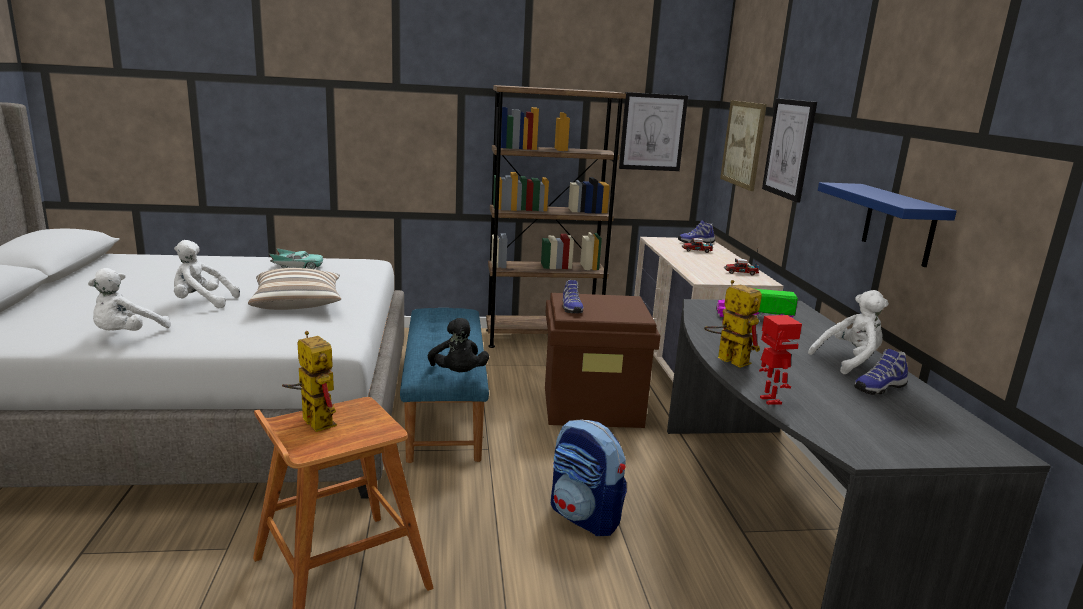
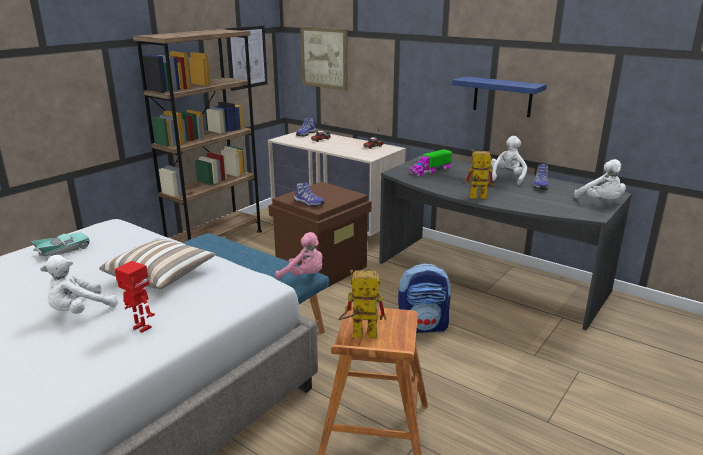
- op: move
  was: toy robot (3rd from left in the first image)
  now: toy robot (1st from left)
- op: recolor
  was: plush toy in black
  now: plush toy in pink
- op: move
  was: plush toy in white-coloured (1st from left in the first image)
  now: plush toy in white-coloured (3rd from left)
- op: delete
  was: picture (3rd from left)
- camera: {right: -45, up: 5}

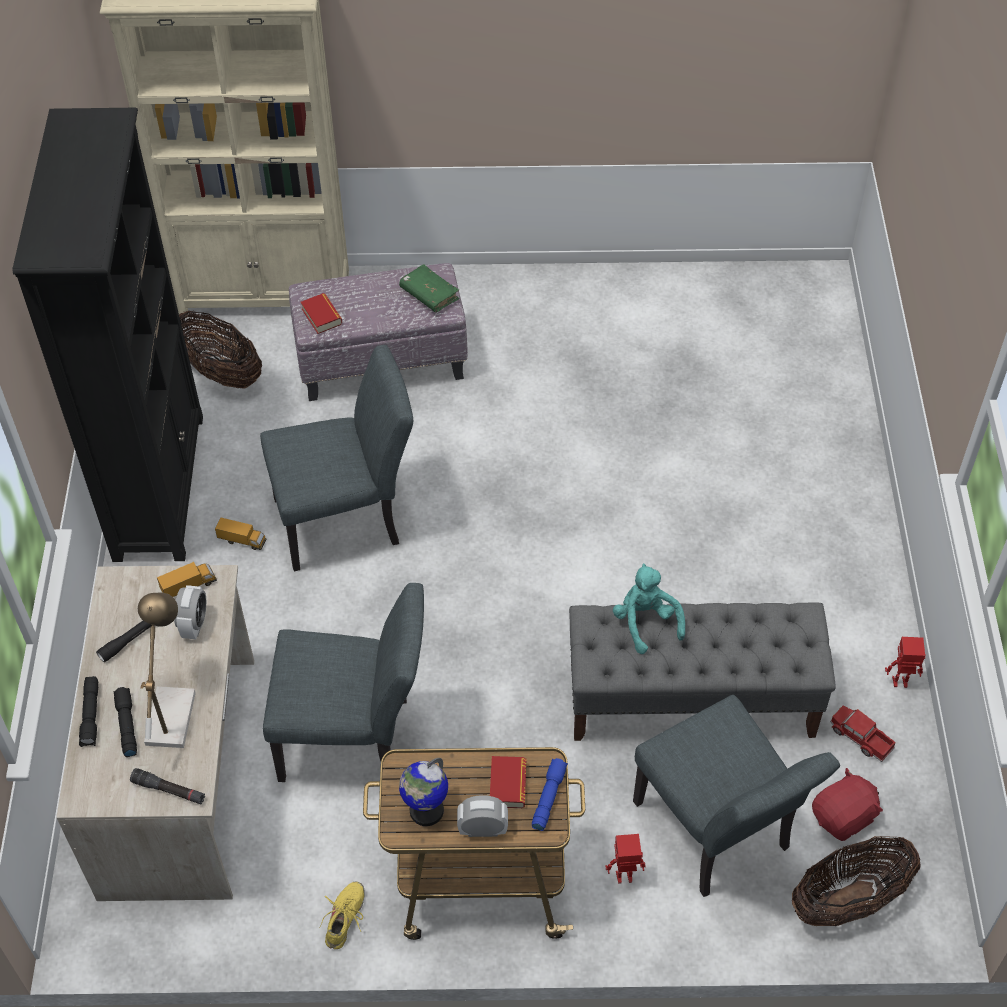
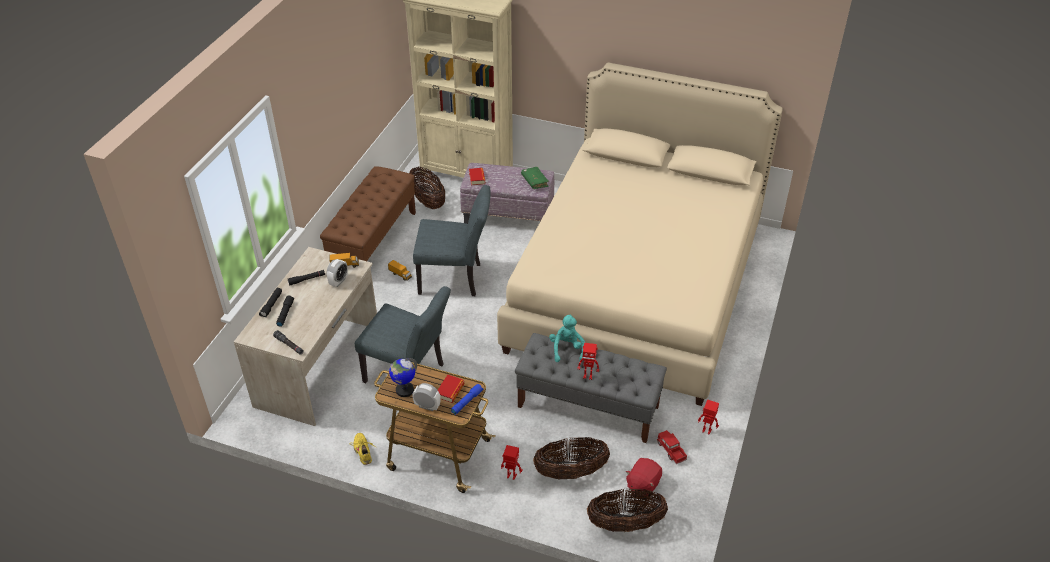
- op: replace
  was: bookshelf in black
  now: indoor bench in brownish
- op: rotate
  was: shoe in yellowish
  clockwise: -60
- op: insert
  now: bed in sand-coloured
- op: replace
  was: upright chair in greyish (3rd from left)
  now: basket (2nd from left)
- op: insert
  now: toy robot (2nd from left)
- op: rotate
  was: plush toy in red-coloured
  clockwise: 135
- op: delete
  was: lamp for a table
- camera: {right: 20, up: -10}

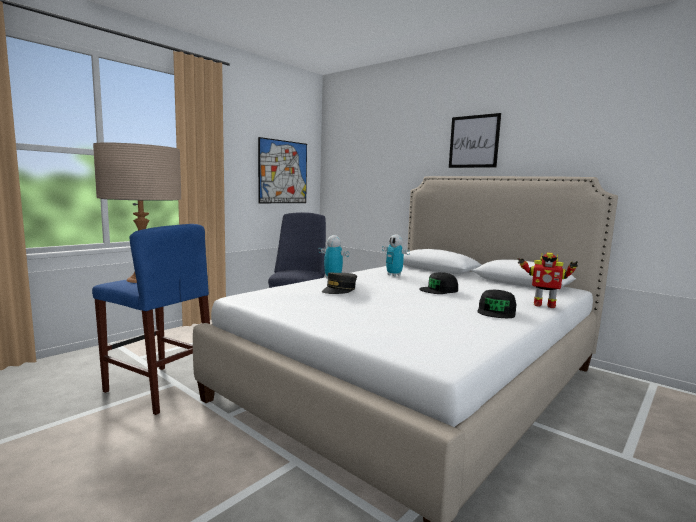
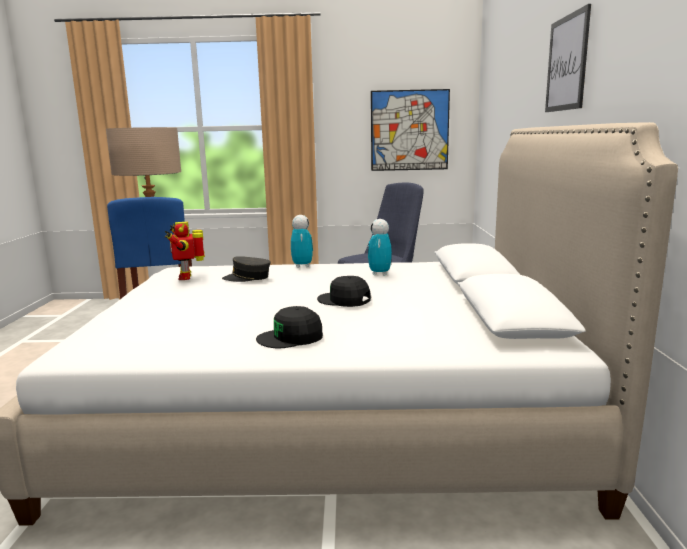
- op: move
  was: toy robot (3rd from left in the first image)
  now: toy robot (1st from left)
- camera: {right: 50, up: 5}

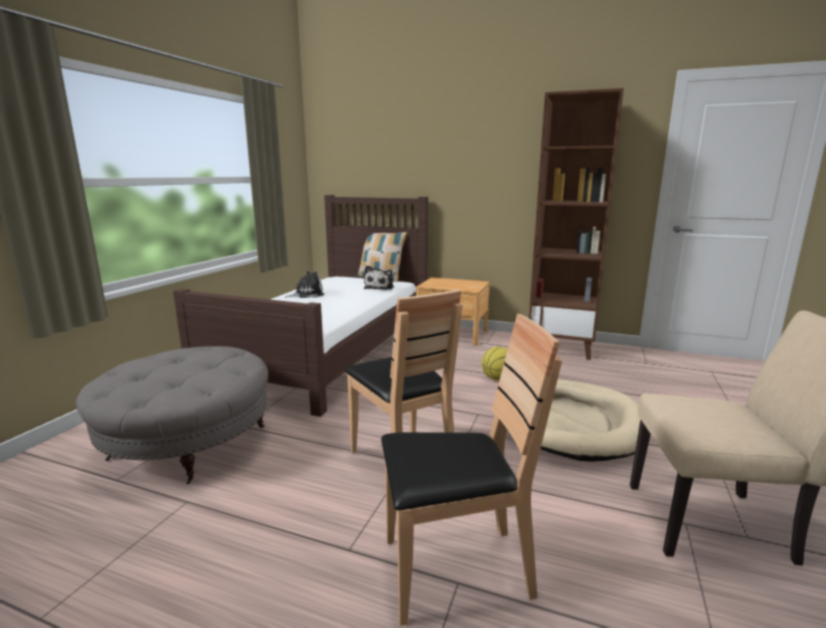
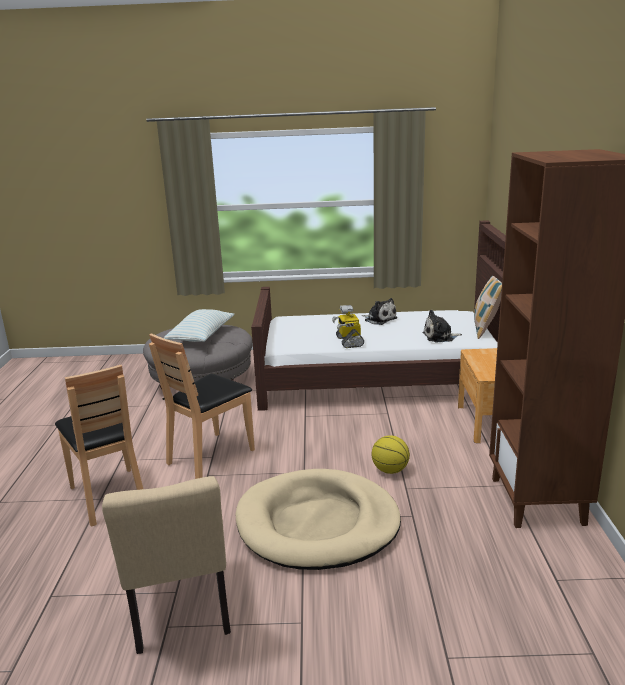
- op: insert
  now: throw pillow (1st from left)
- op: insert
  now: toy robot
- camera: {right: 70, up: 5}

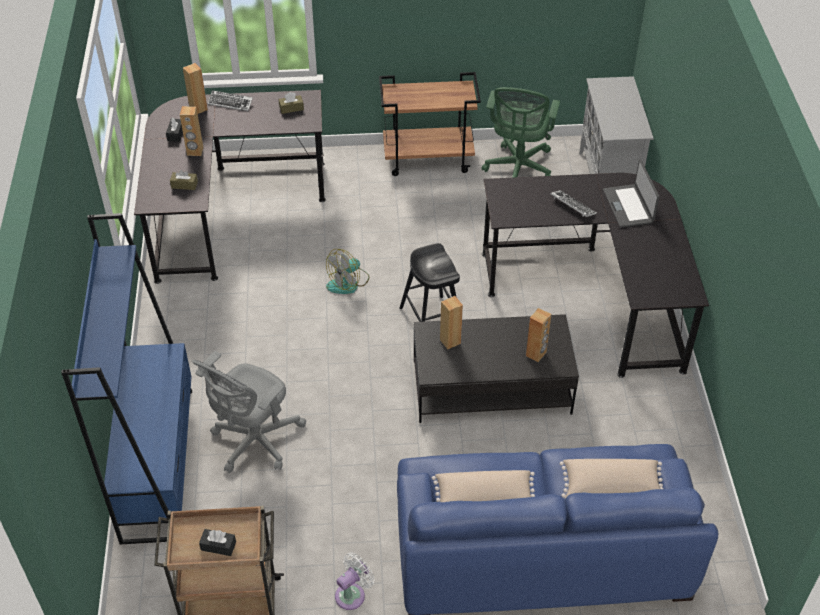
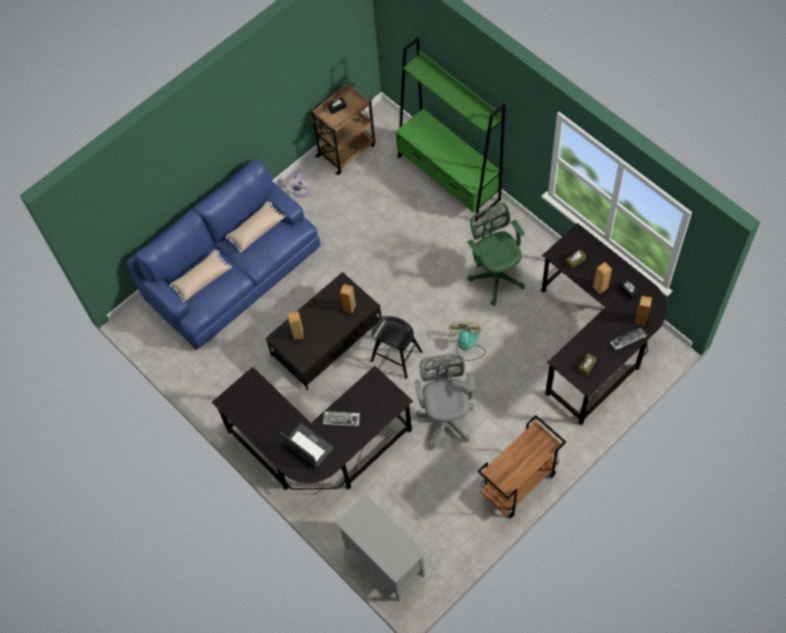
- op: recolor
  was: bookshelf in bluish
  now: bookshelf in green
- op: move
  was: computer chair in greyish
- op: move
  was: computer chair in green
- camera: {right: 145, up: 15}

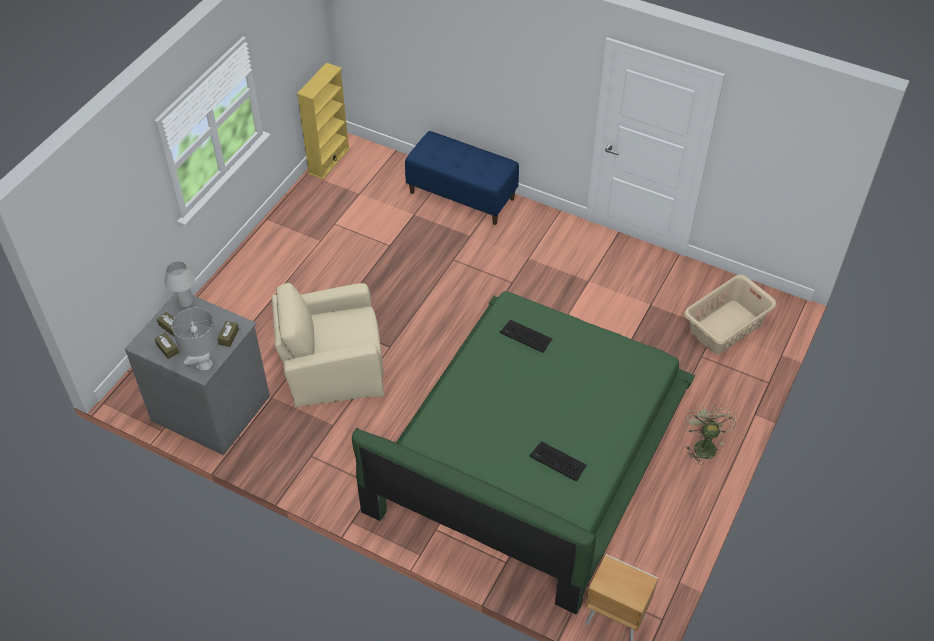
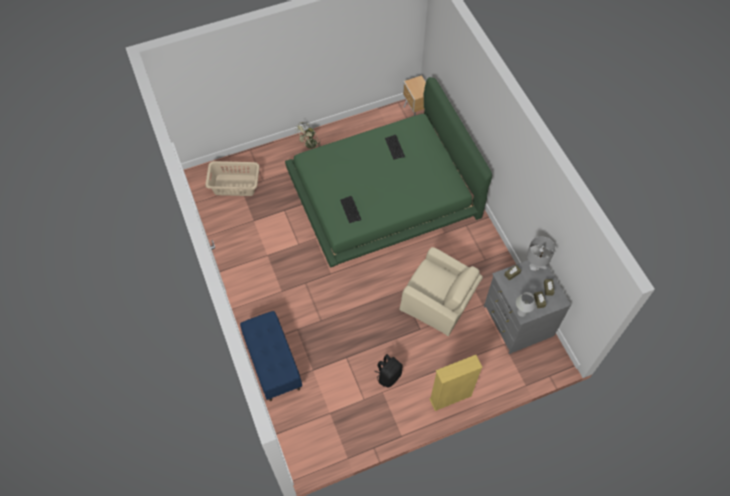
- op: insert
  now: rucksack in black
- op: move
  was: bookshelf in yellowish
- camera: {right: -140, up: 10}

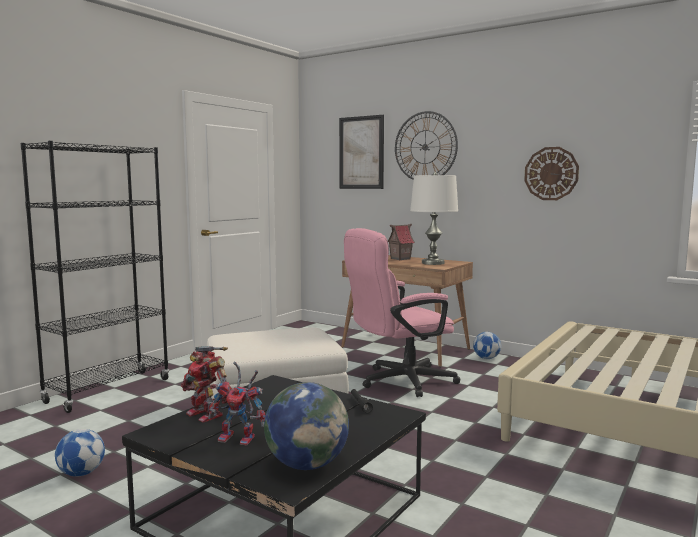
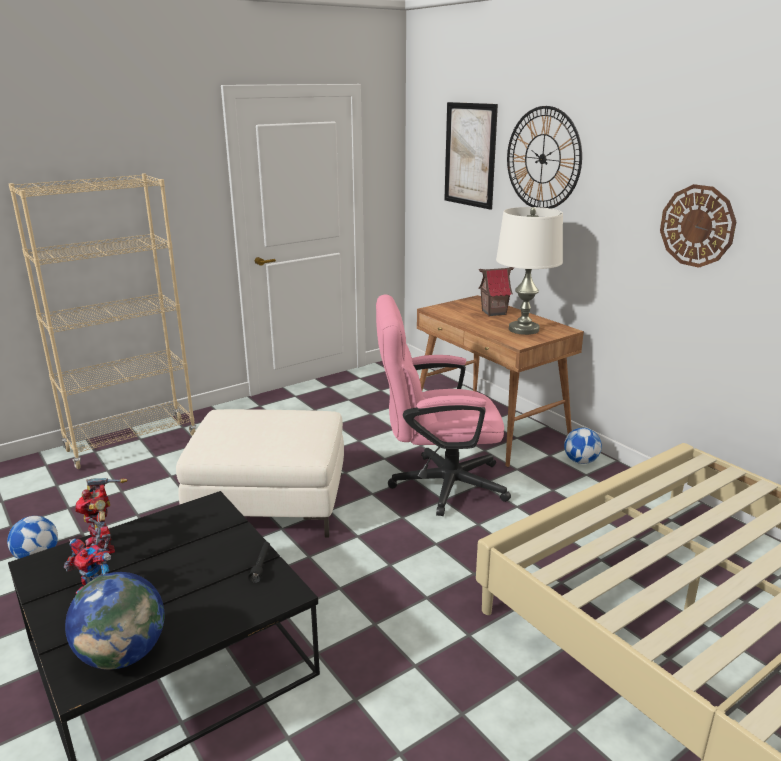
- op: recolor
  was: bookshelf in black
  now: bookshelf in sand-coloured
- camera: {right: 20, up: 15}

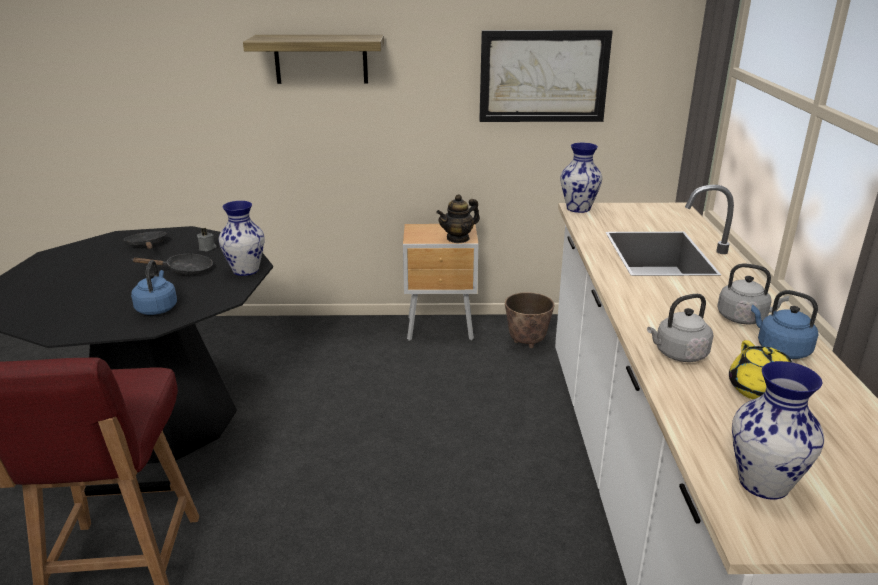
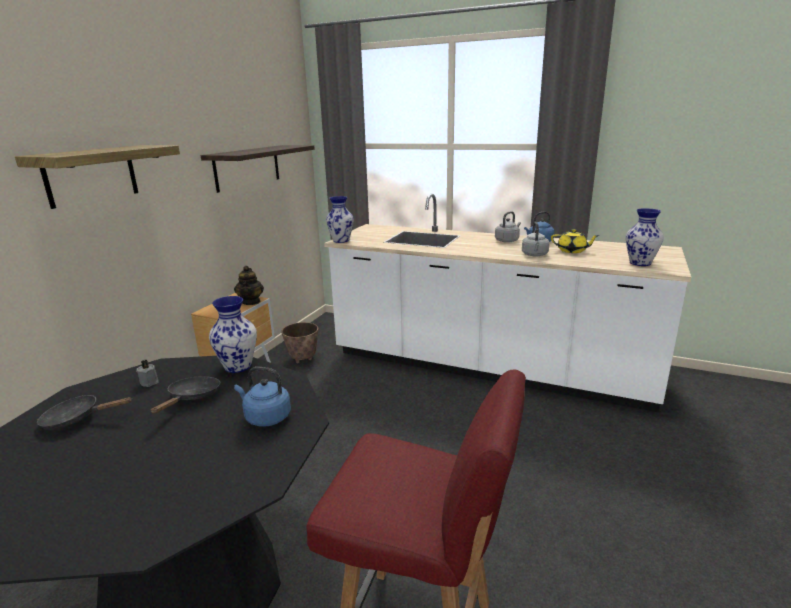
- op: replace
  was: picture
  now: bracket shelf (2nd from left)
- camera: {right: -65, up: -5}

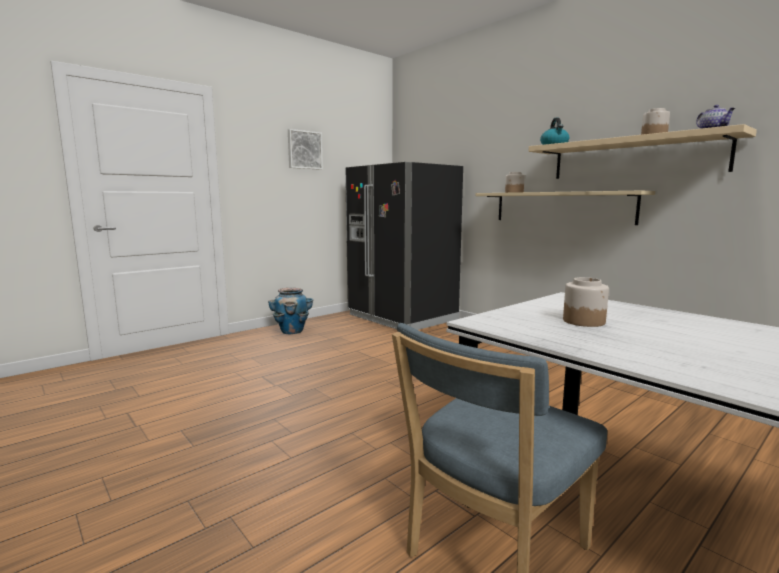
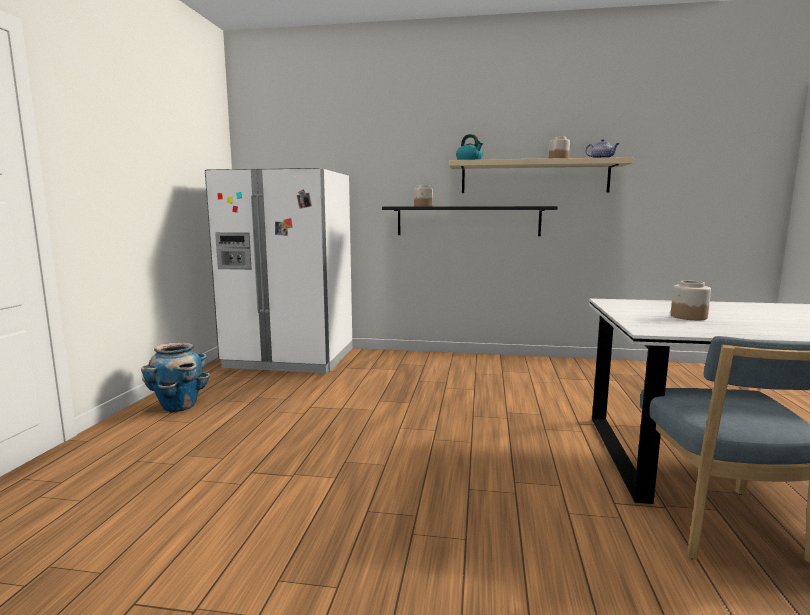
- op: recolor
  was: fridge in black
  now: fridge in white-coloured
- op: recolor
  was: bracket shelf in sand-coloured (1st from left)
  now: bracket shelf in black
- op: delete
  was: picture
- camera: {right: -40, up: 0}

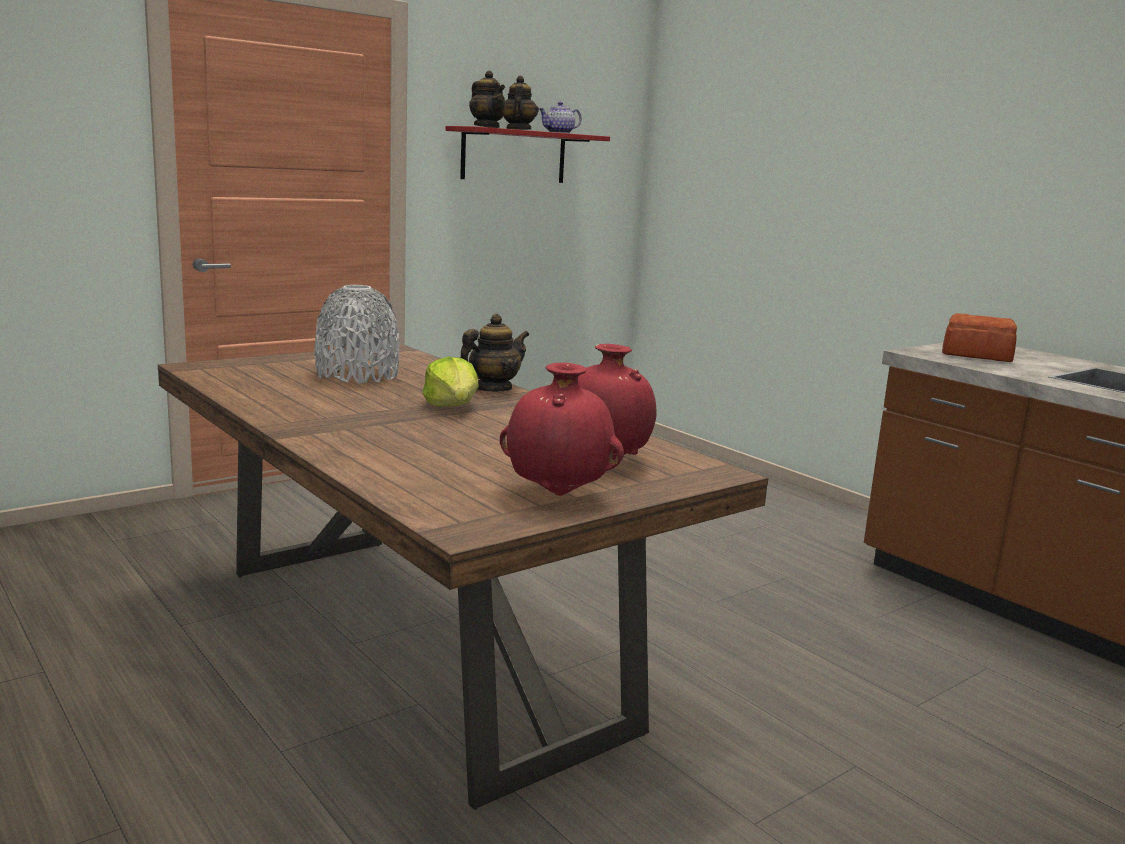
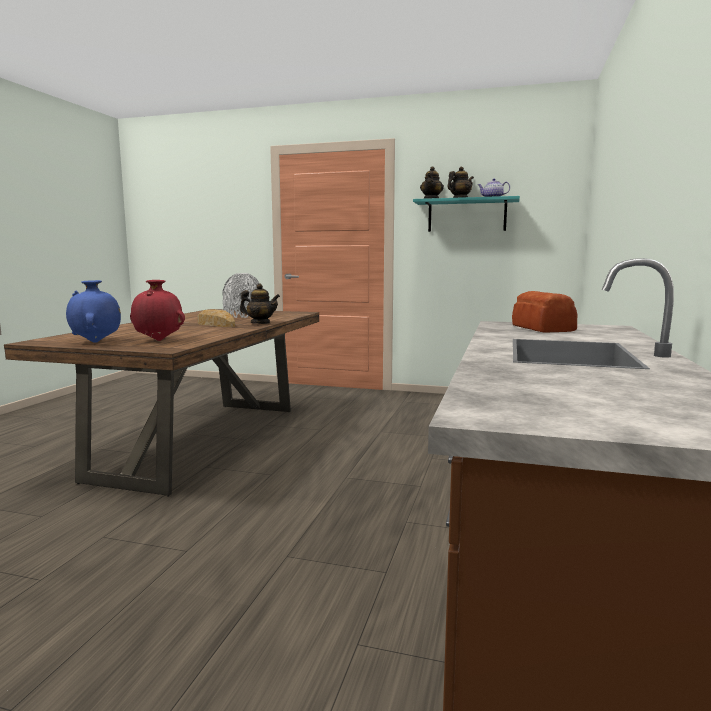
- op: recolor
  was: decorative vase in red-coloured (1st from left)
  now: decorative vase in bluish
- op: replace
  was: head of lettuce
  now: baked bread (1st from left)
- op: recolor
  was: bracket shelf in red-coloured
  now: bracket shelf in turquoise
- camera: {right: 55, up: -5}

